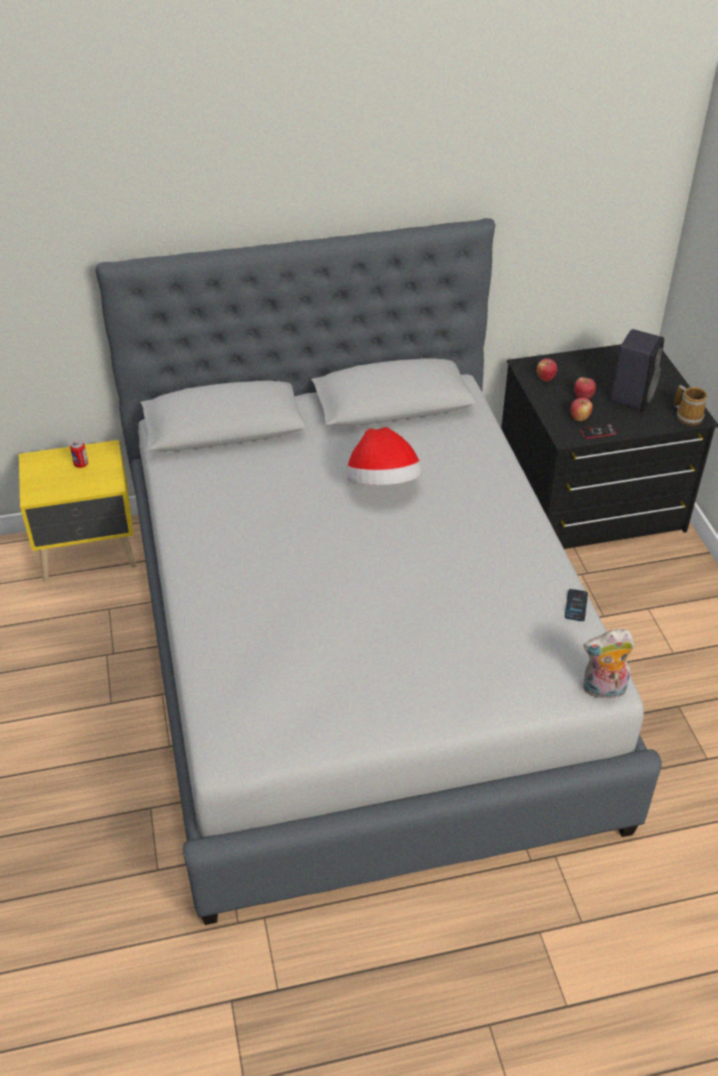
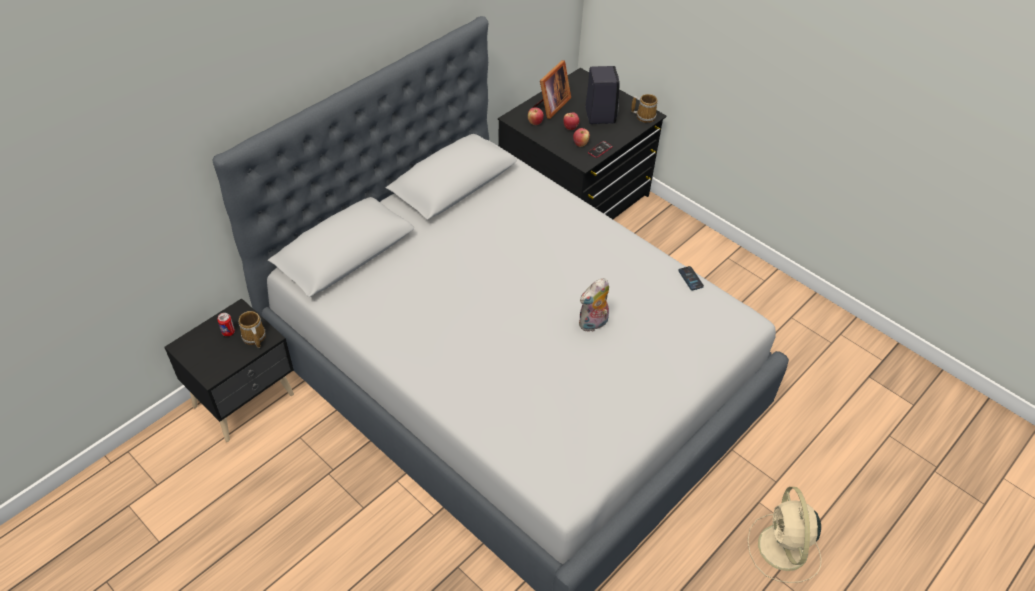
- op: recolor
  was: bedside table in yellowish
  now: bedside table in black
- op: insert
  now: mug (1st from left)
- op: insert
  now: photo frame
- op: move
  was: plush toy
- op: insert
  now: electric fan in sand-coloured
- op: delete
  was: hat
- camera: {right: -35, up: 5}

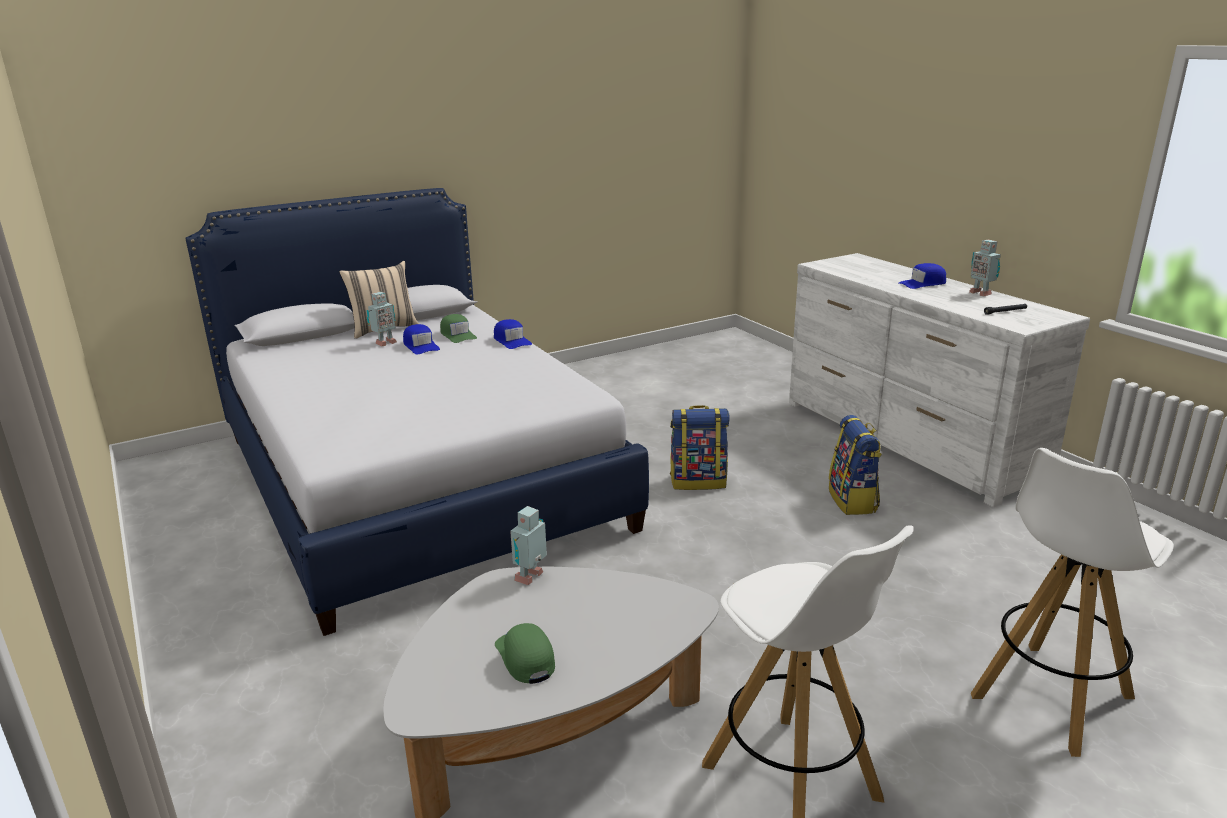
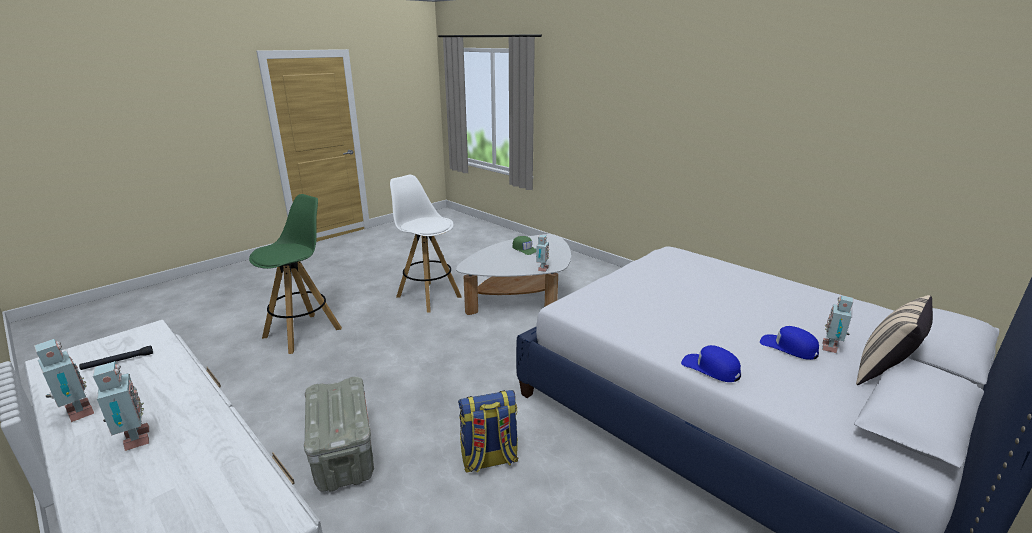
- op: replace
  was: baseball cap in bluish (3rd from left)
  now: toy robot (2nd from left)
- op: recolor
  was: sitting stool in white-coloured (2nd from left)
  now: sitting stool in green
- op: replace
  was: rucksack (2nd from left)
  now: storage bin in greyish
- op: delete
  was: baseball cap in green (1st from left)
- camera: {right: 165, up: 0}

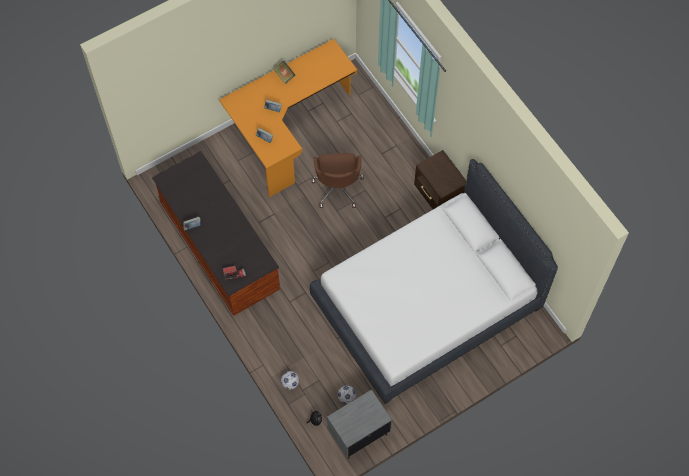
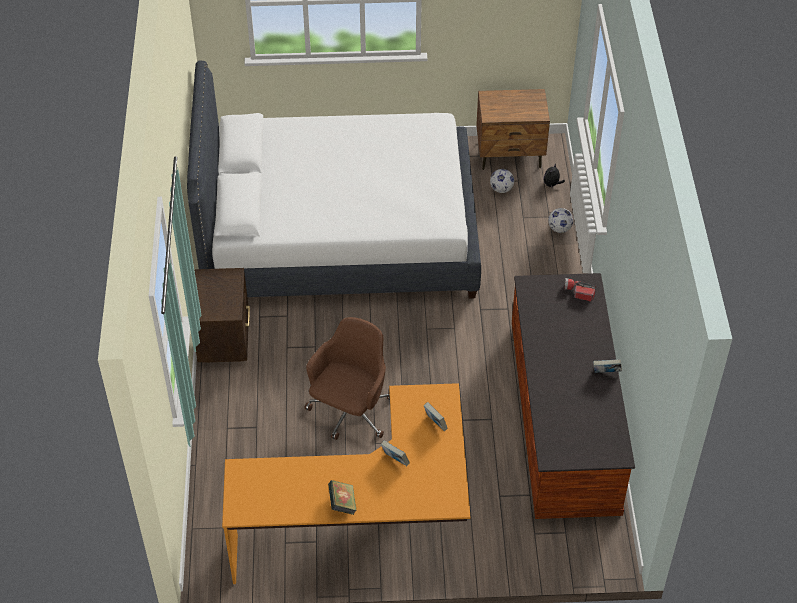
- op: recolor
  was: bedside table in greyish
  now: bedside table in brownish (2nd from left)
- camera: {right: -150, up: -15}

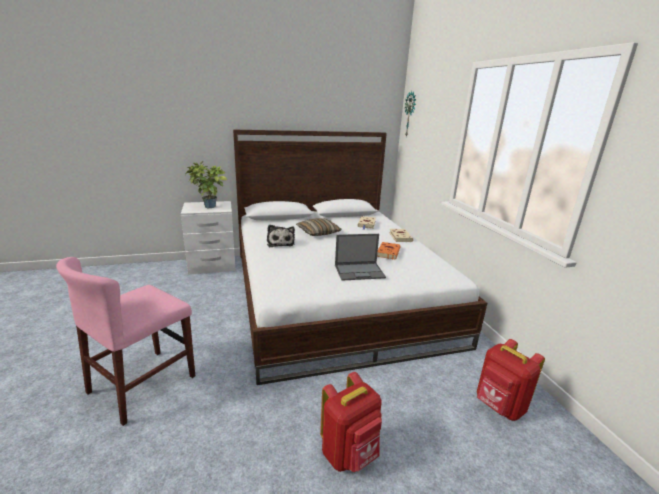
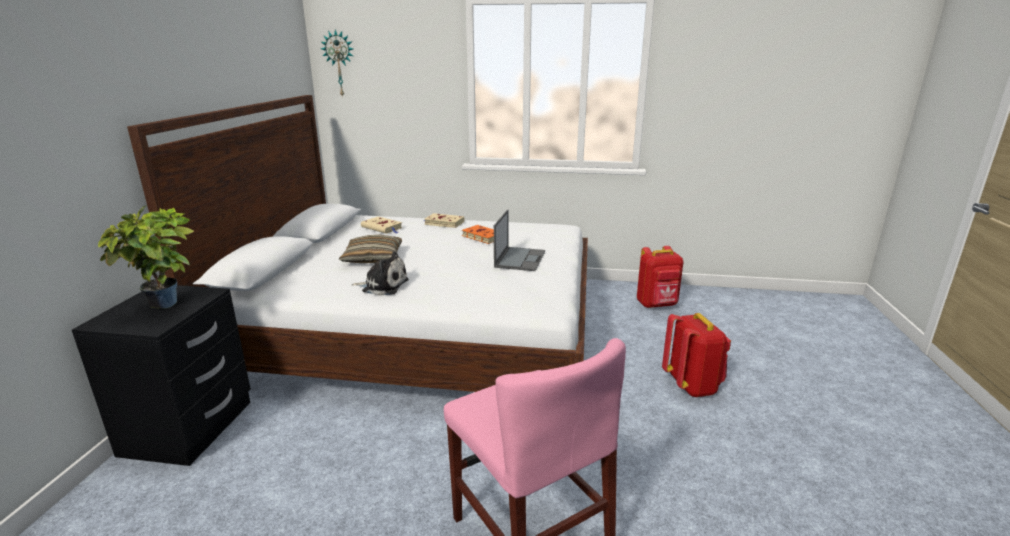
- op: recolor
  was: bedside table in white-coloured
  now: bedside table in black
- camera: {right: -65, up: 0}

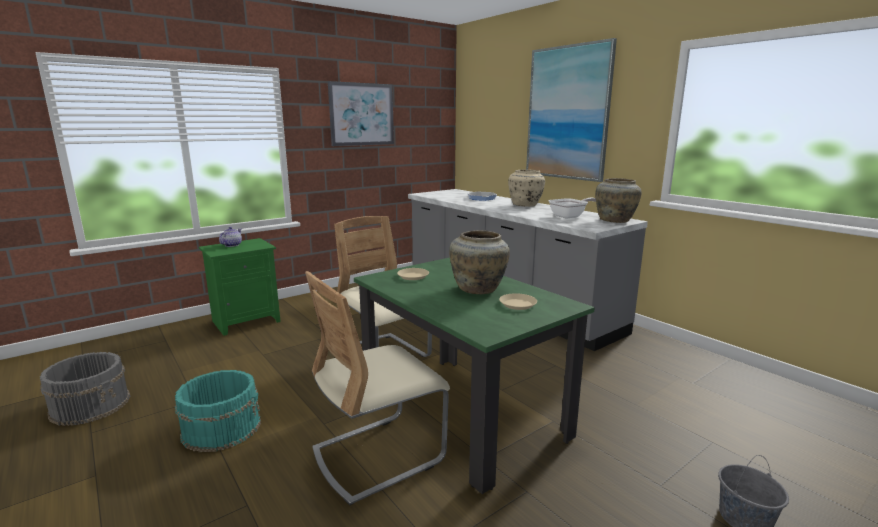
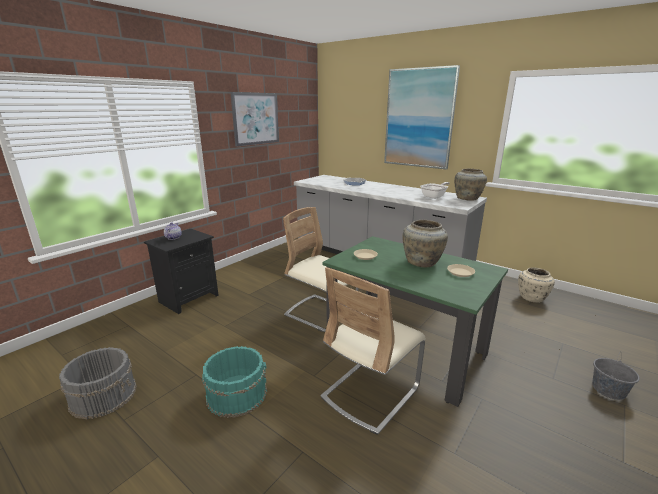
- op: recolor
  was: bedside table in green
  now: bedside table in black
- op: move
  was: decorative vase in sand-coloured (2nd from left in the first image)
  now: decorative vase in sand-coloured (3rd from left)
- camera: {right: -15, up: 5}

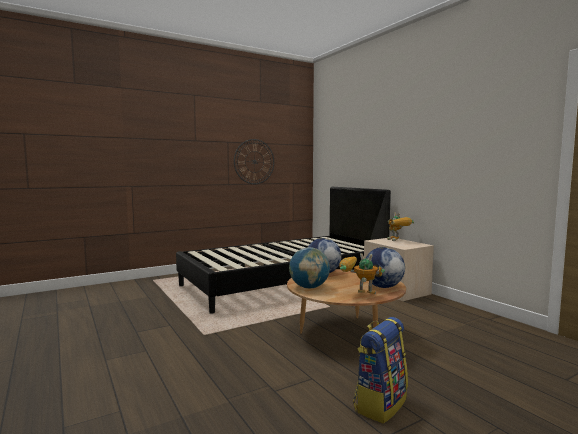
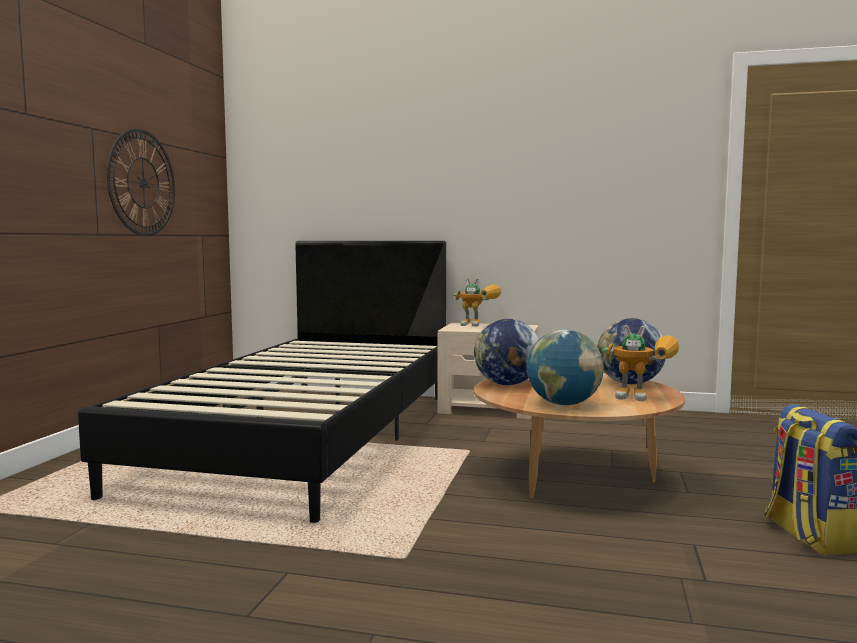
- op: rotate
  was: toy robot (1st from left in the first image)
  clockwise: -135
- camera: {right: -45, up: 0}

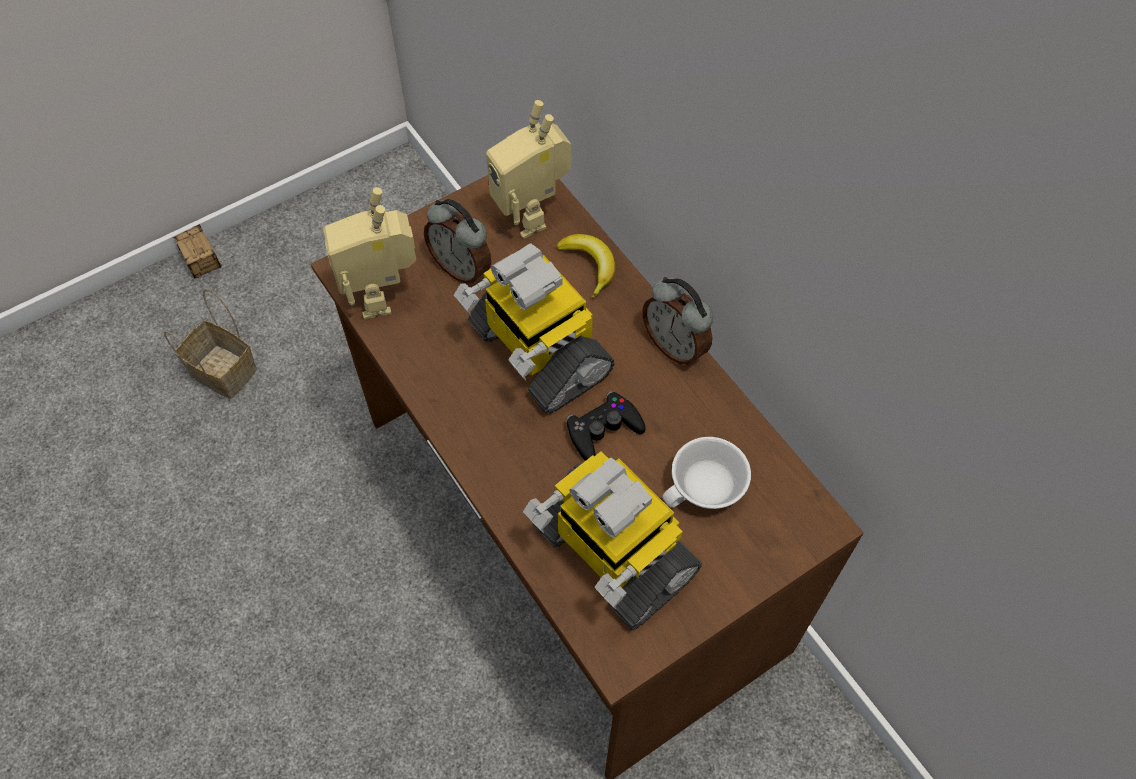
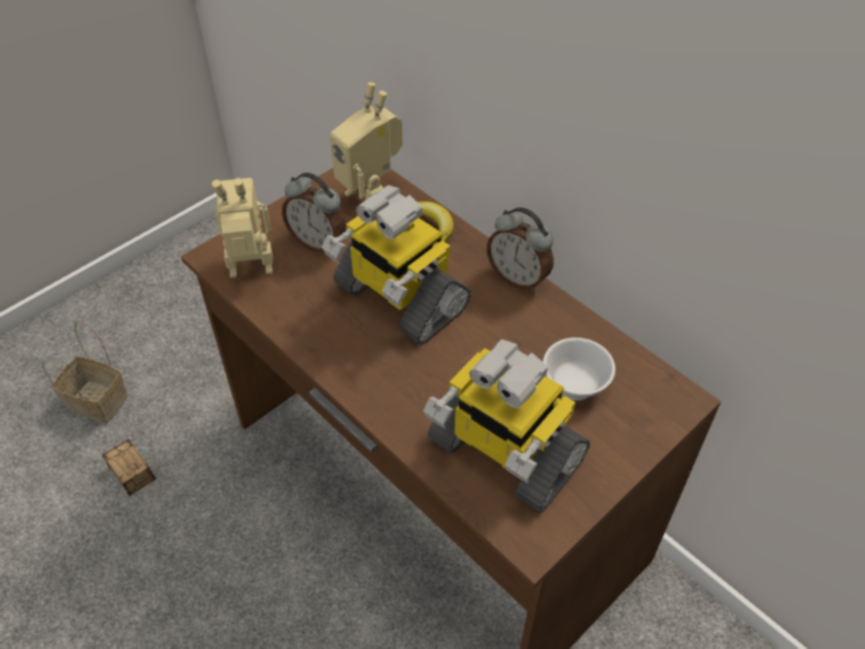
- op: move
  was: storage bin
- op: rotate
  was: toy robot (1st from left)
  clockwise: 105
- op: delete
  was: gamepad in black
- camera: {right: -10, up: -10}

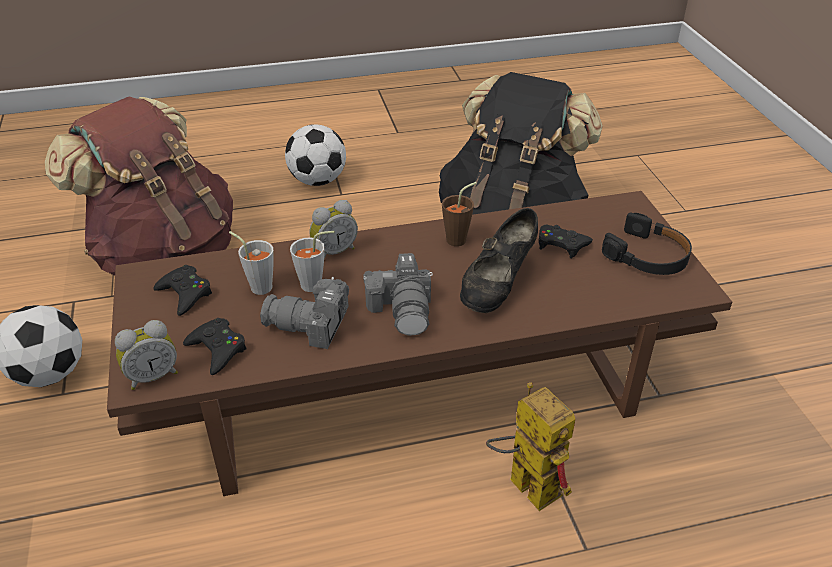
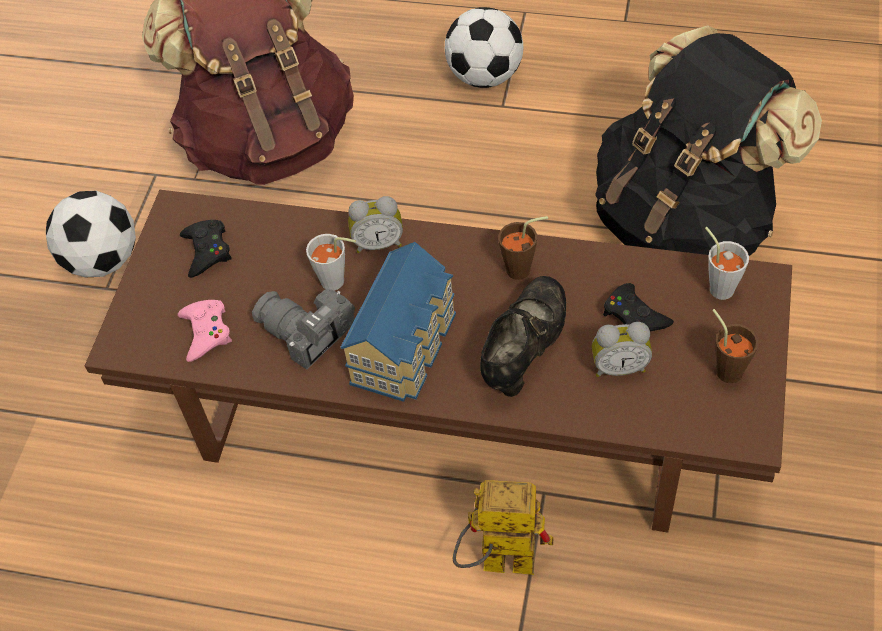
- op: recolor
  was: gamepad in black (2nd from left)
  now: gamepad in pink
- op: replace
  was: photo camera (2nd from left)
  now: toy house
- op: rotate
  was: toy robot
  clockwise: -75
- op: rotate
  was: shoe in black
  clockwise: 150
- op: move
  was: bedside clock (1st from left in the first image)
  now: bedside clock (2nd from left)
- op: move
  was: cup in greyish (1st from left in the first image)
  now: cup in greyish (2nd from left)
- op: replace
  was: pair of headphones in black
  now: cup in brownish (2nd from left)
- camera: {right: 30, up: 15}

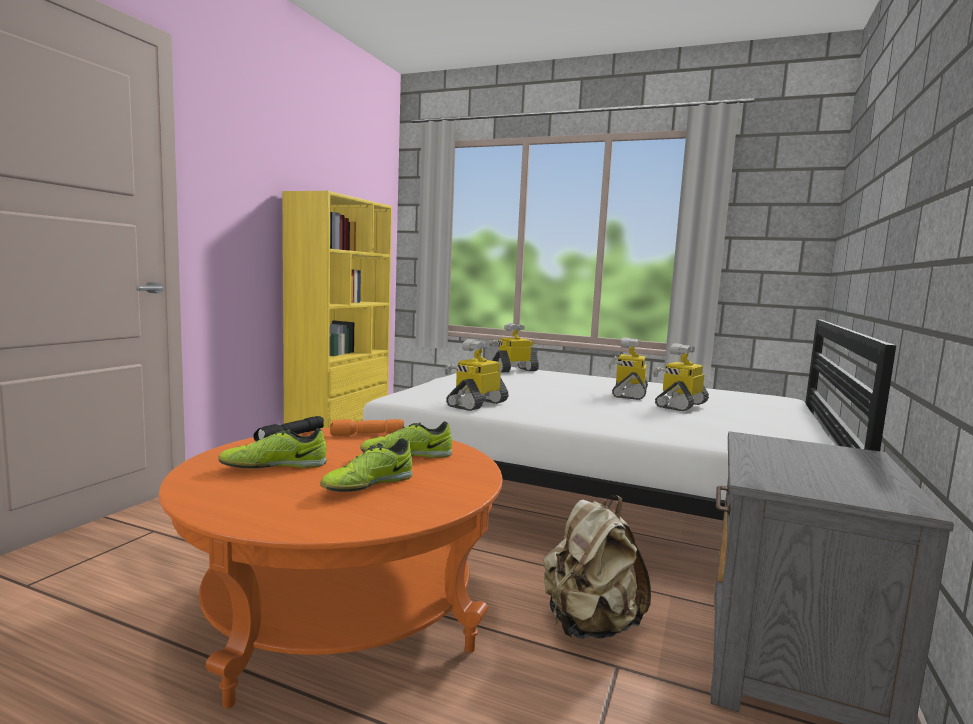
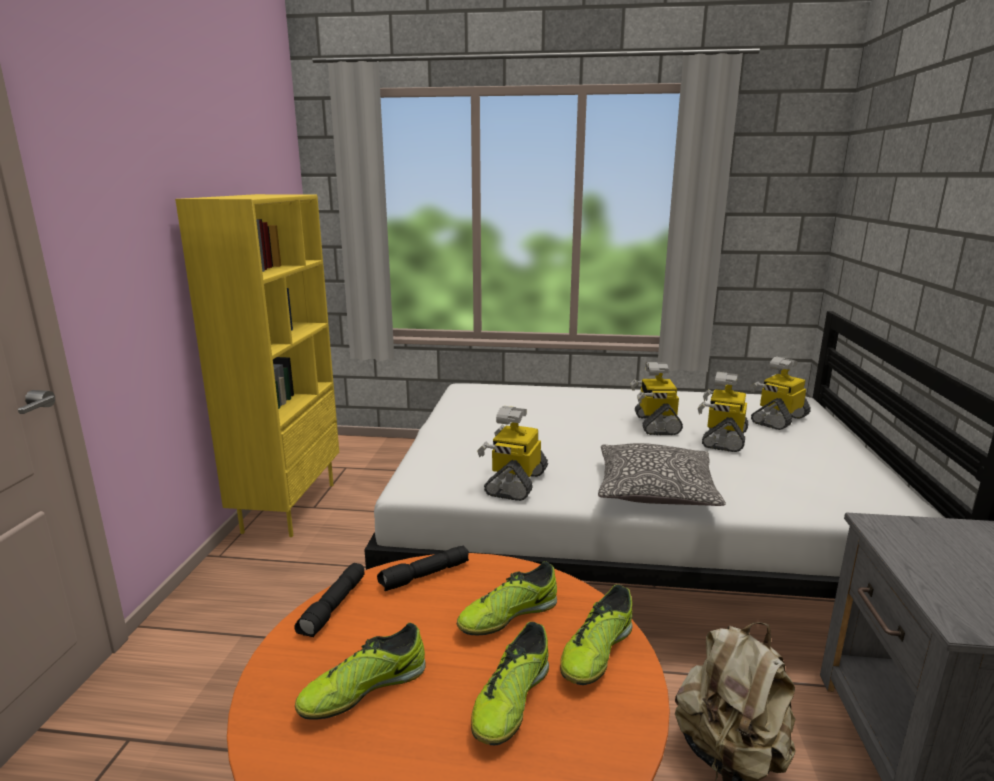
- op: recolor
  was: flashlight in orange-coloured
  now: flashlight in black (2nd from left)
- op: insert
  now: shoe (4th from left)
- op: insert
  now: throw pillow
- op: move
  was: toy robot (2nd from left in the first image)
  now: toy robot (4th from left)
- camera: {right: -15, up: 10}

